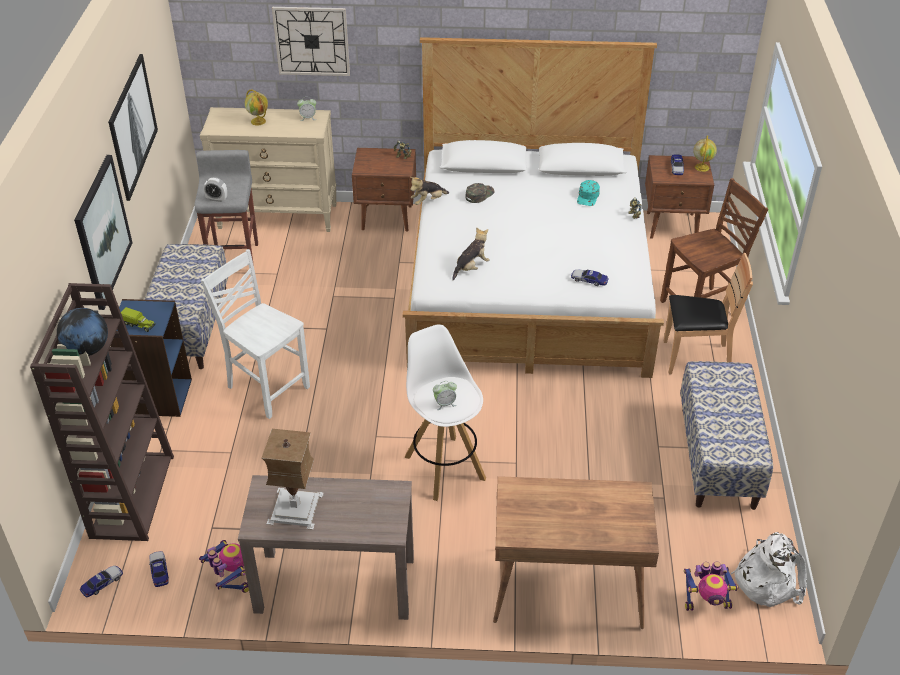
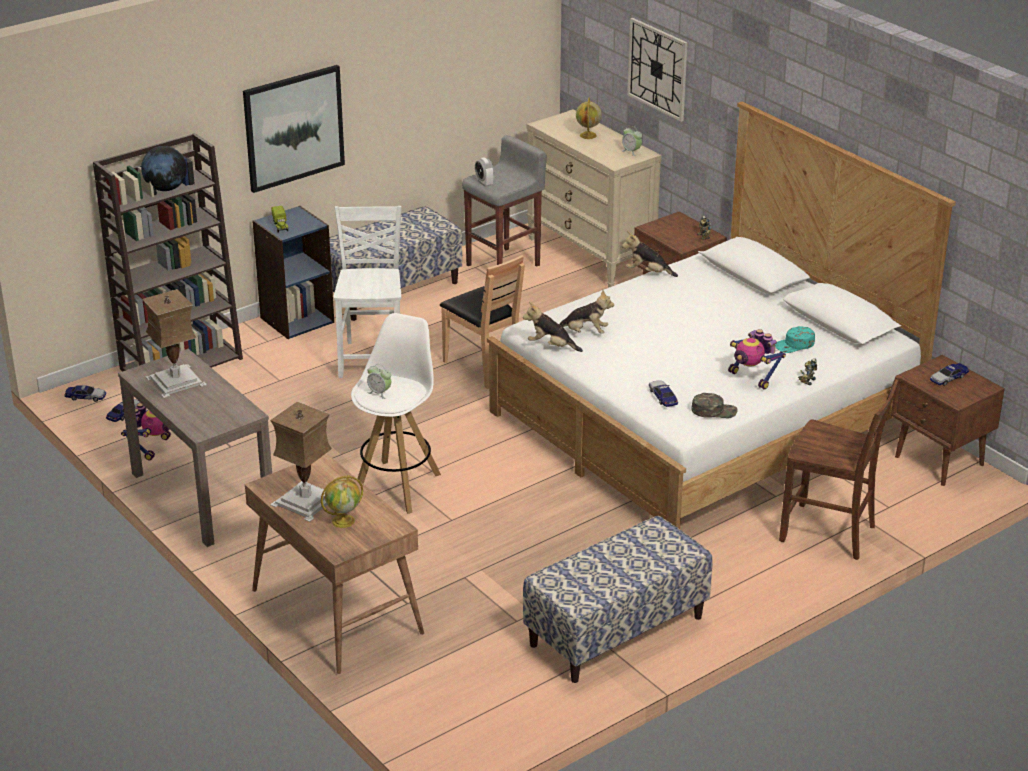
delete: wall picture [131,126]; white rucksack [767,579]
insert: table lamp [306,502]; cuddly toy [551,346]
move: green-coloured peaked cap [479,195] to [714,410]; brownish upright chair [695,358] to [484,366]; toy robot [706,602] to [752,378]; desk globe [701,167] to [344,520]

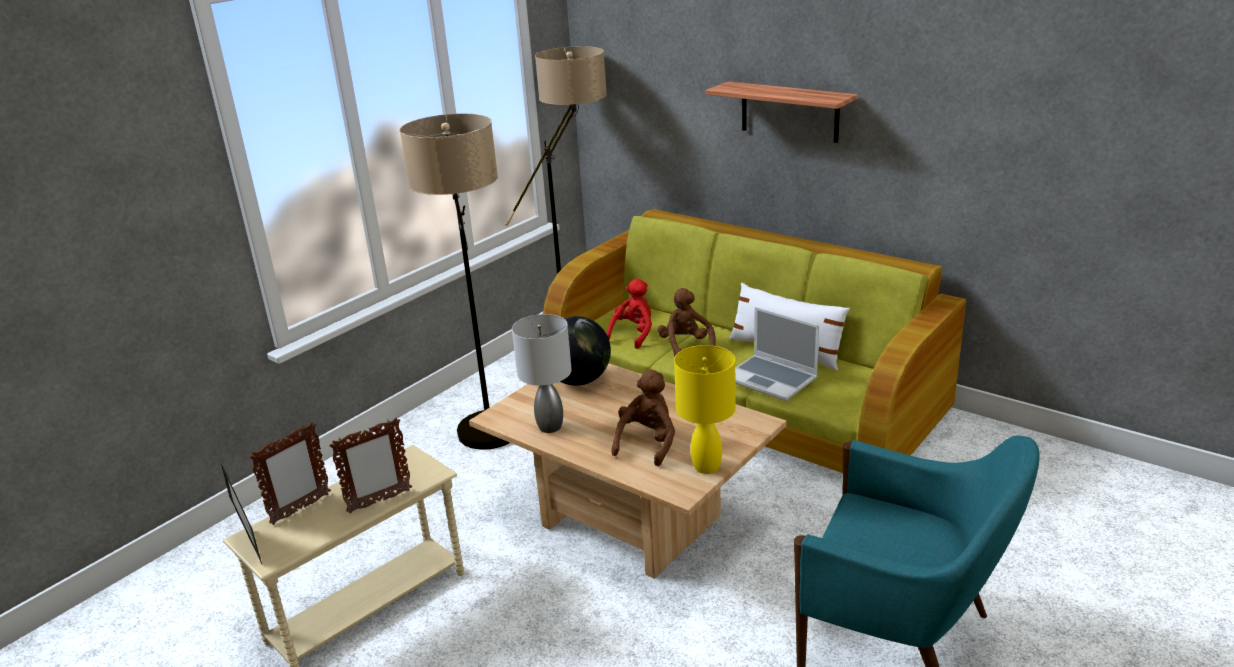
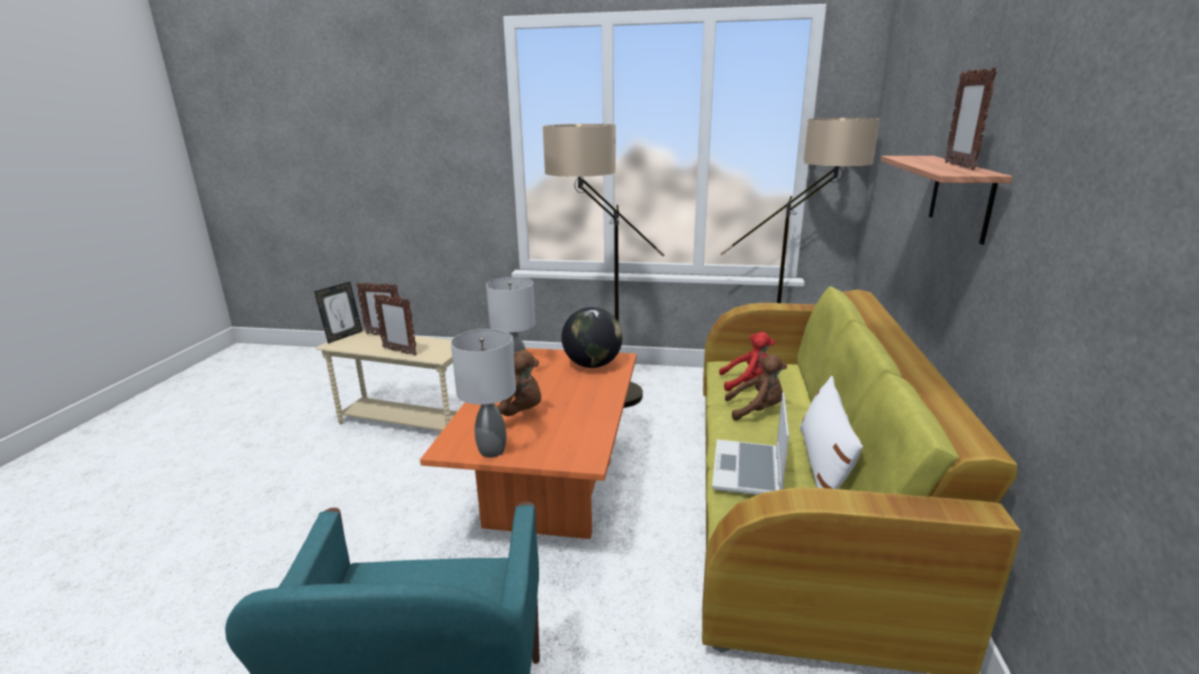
insert: standing frame [959,166]
recolor: sand-coloured coffee table [631,520] to orange-coloured coffee table [551,492]; yellow table lamp [707,466] to grey table lamp [492,451]
rotate: brownish cuddly toy [686,346] = [756,410] 45 degrees clockwise

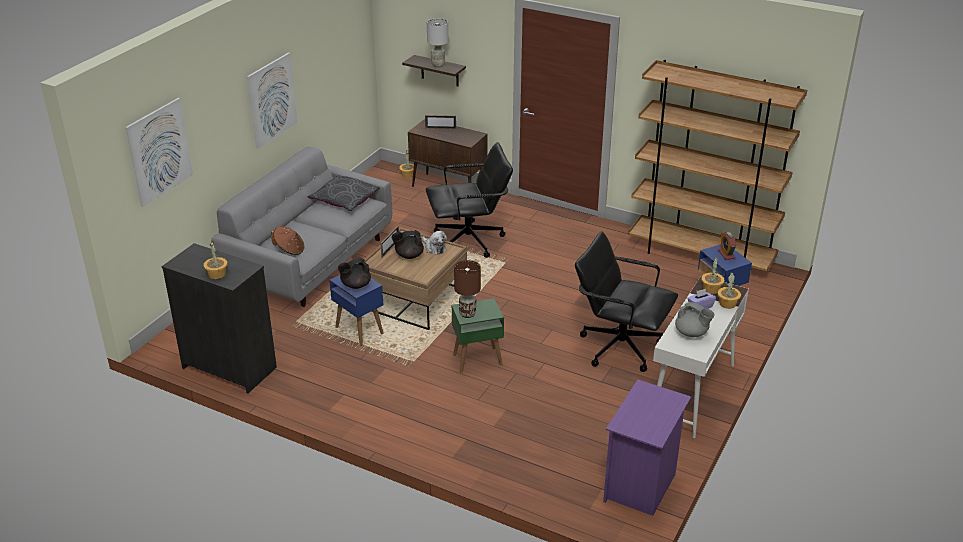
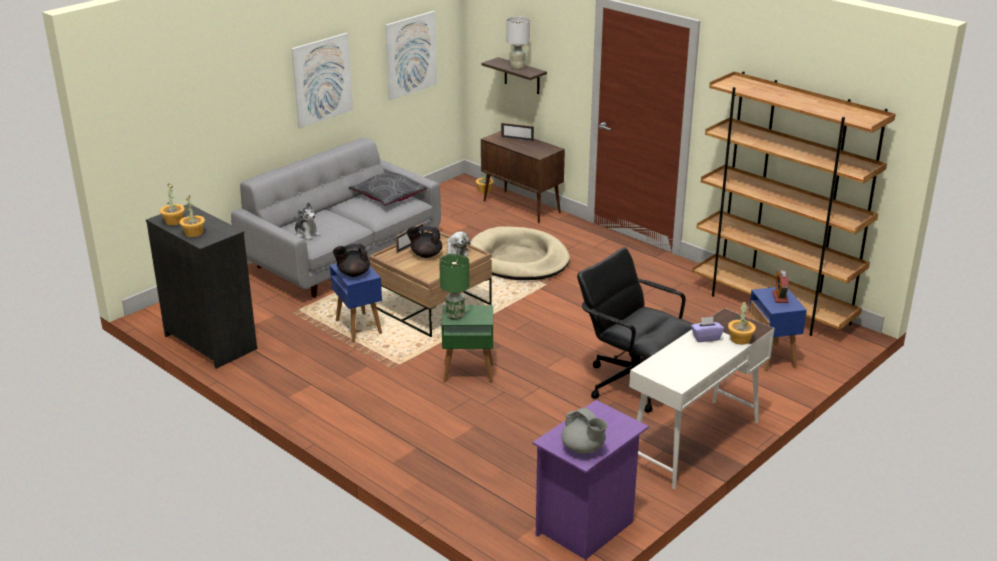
move: wall picture [159,151] to [411,55]; grey tea pot [691,333] to [583,448]; houseplant [711,289] to [173,221]
replace: brownish clothing hat [289,250] to cuddly toy [307,234]; blackish office chair [469,241] to sand-coloured pet bed [518,259]
recolor: brownish table lamp [467,314] to green-coloured table lamp [455,316]

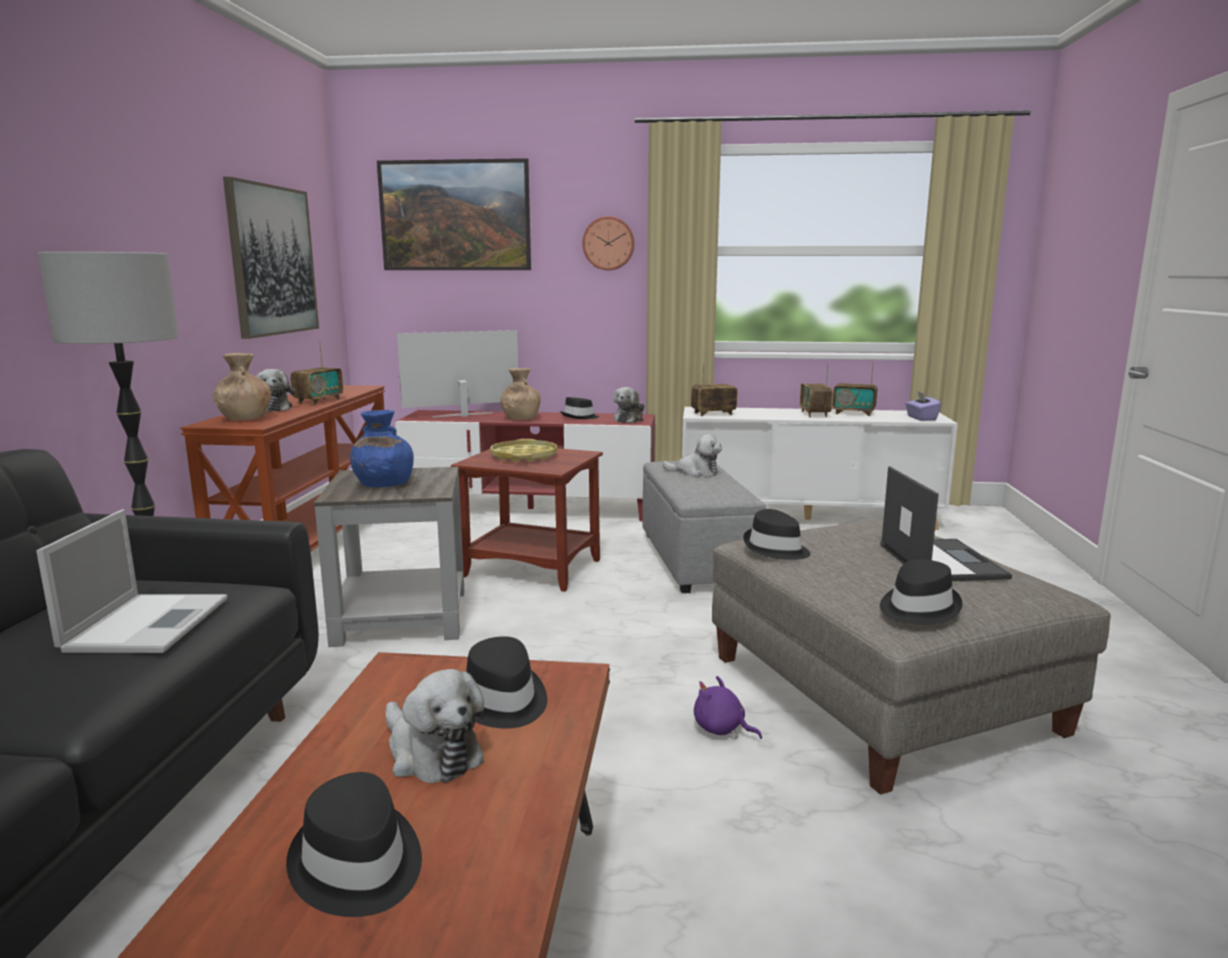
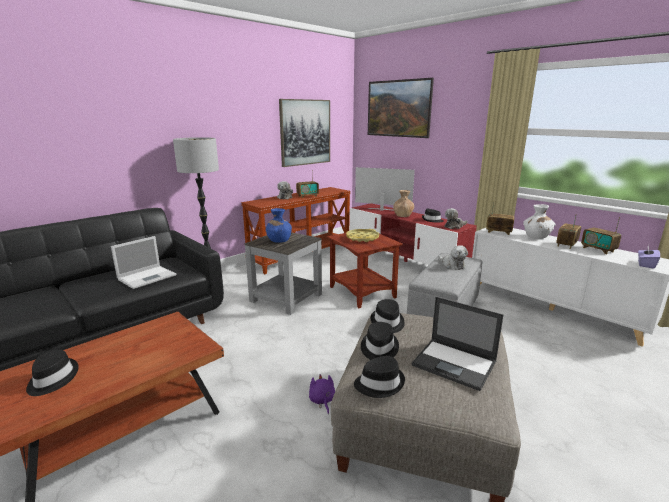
delete: brownish vase [244,419]; cuddly toy [431,753]; hanging clock [608,243]
insert: white vase [536,236]
move: blackish clothing hat [501,700] to [378,348]
rotate: notebook computer [940,560] = [455,364] 90 degrees clockwise

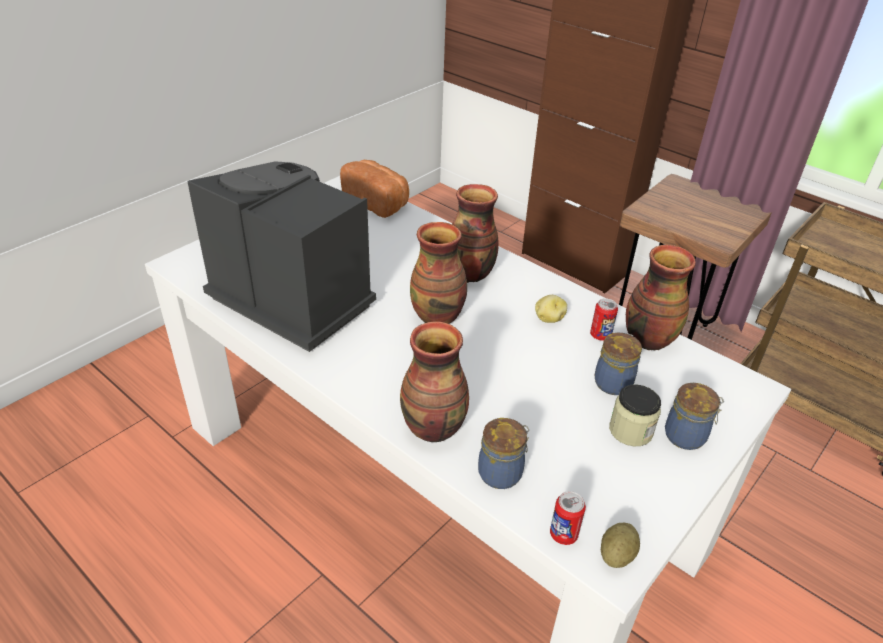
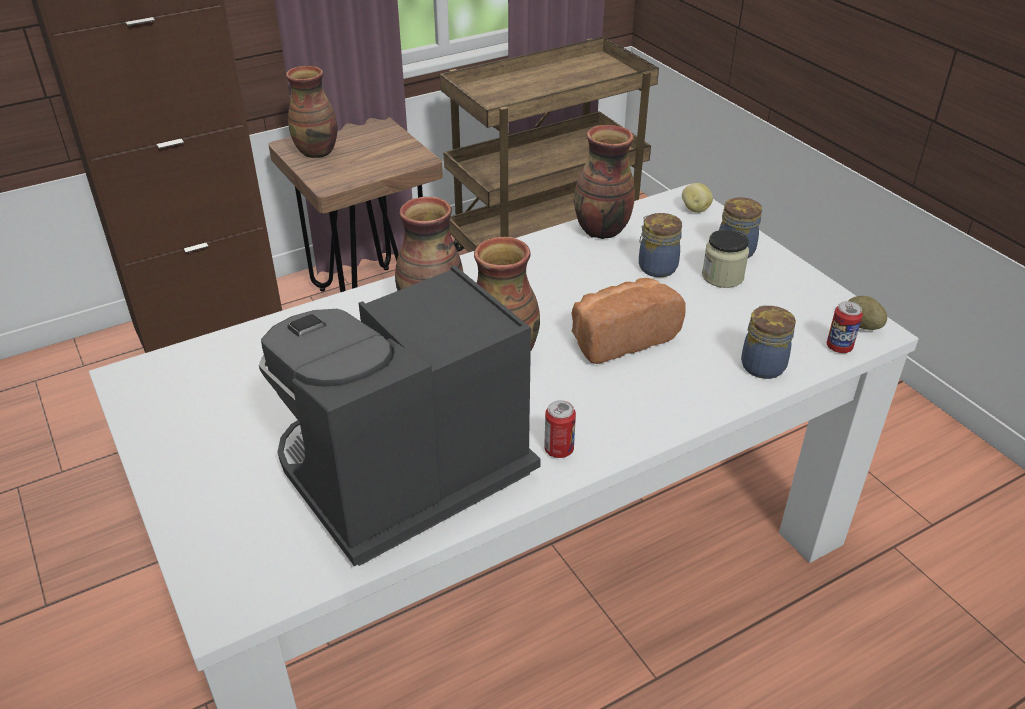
move: baked bread [378,201] to [620,337]; vase [435,428] to [317,151]; whole potato [548,318] to [695,209]; metal can [600,335] to [559,450]

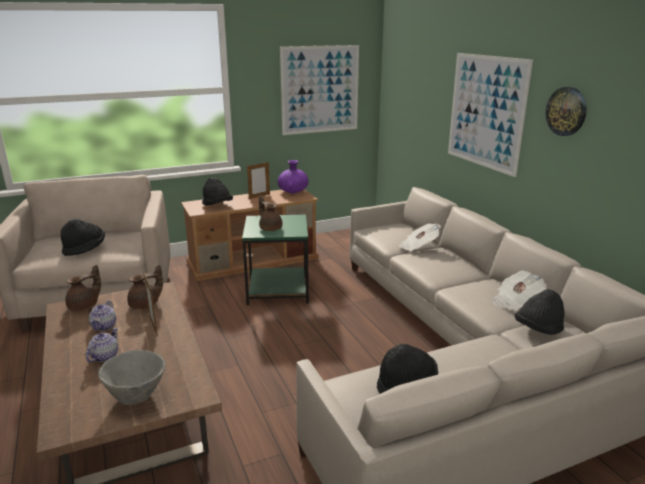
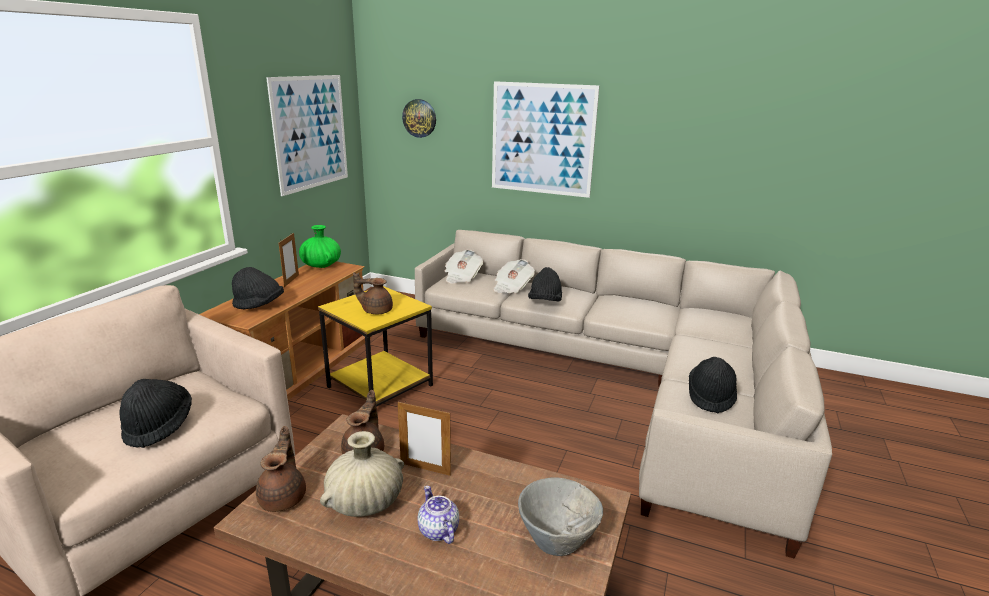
move: daily paper [516,302] to [462,277]; blackish clothing hat [538,329] to [545,302]; hanging clock [566,111] to [419,118]
replace: tea pot [104,326] to sand-coloured vase [365,502]
recolor: green-coloured accent table [278,289] to yellow accent table [380,385]; purple-coloured vase [293,191] to green-coloured vase [321,265]

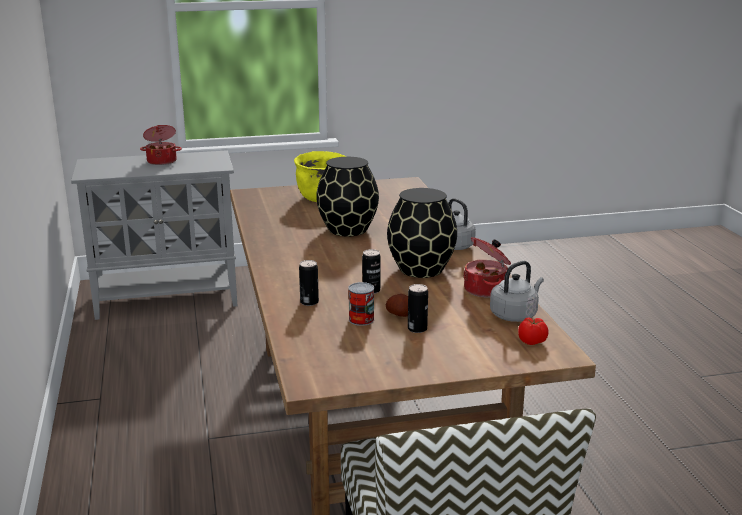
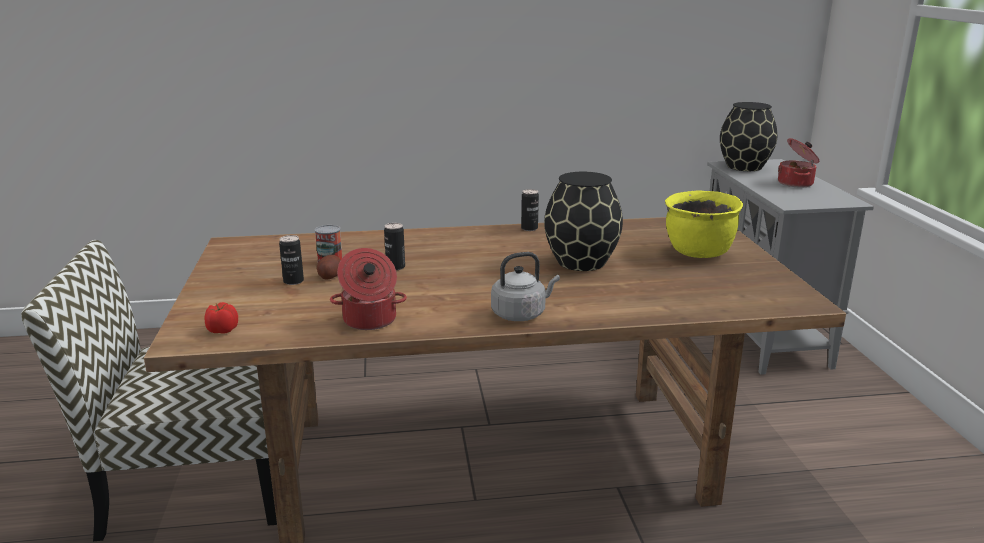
delete: grey water kettle [515,315]
move: metal can [309,302] to [529,228]; blackish vase [421,269] to [745,167]

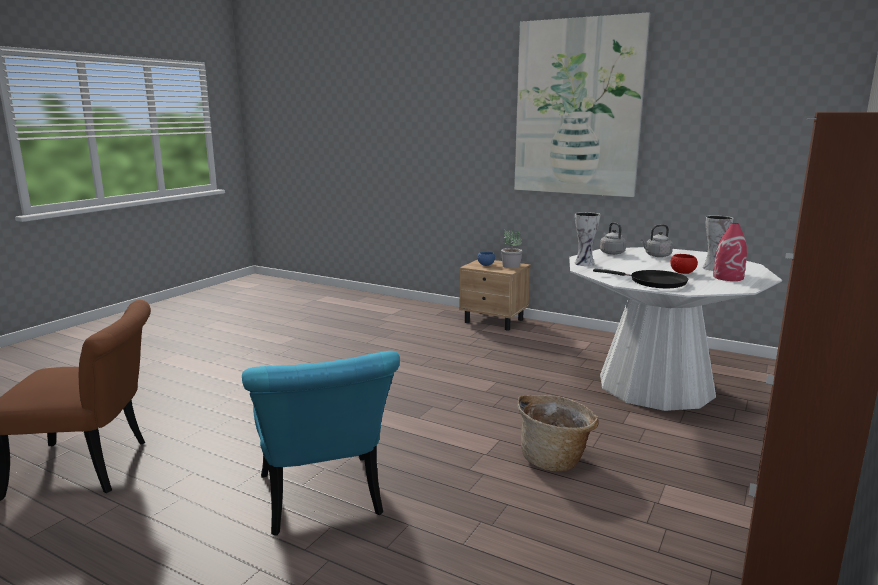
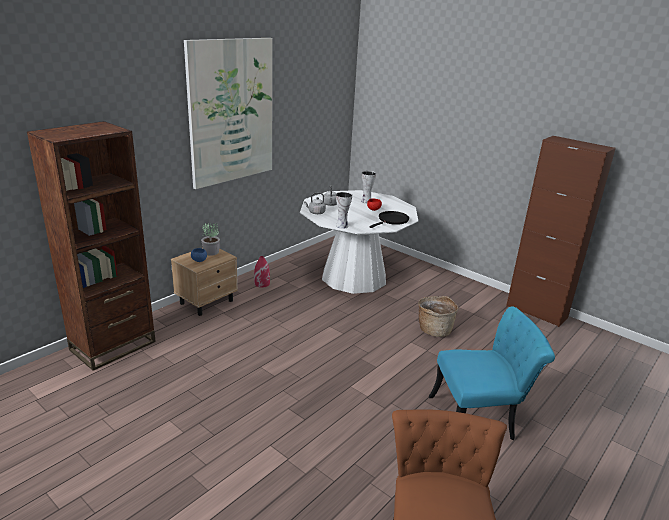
insert: brownish bookcase [113,346]
move: red-coloured vase [728,277] to [262,283]

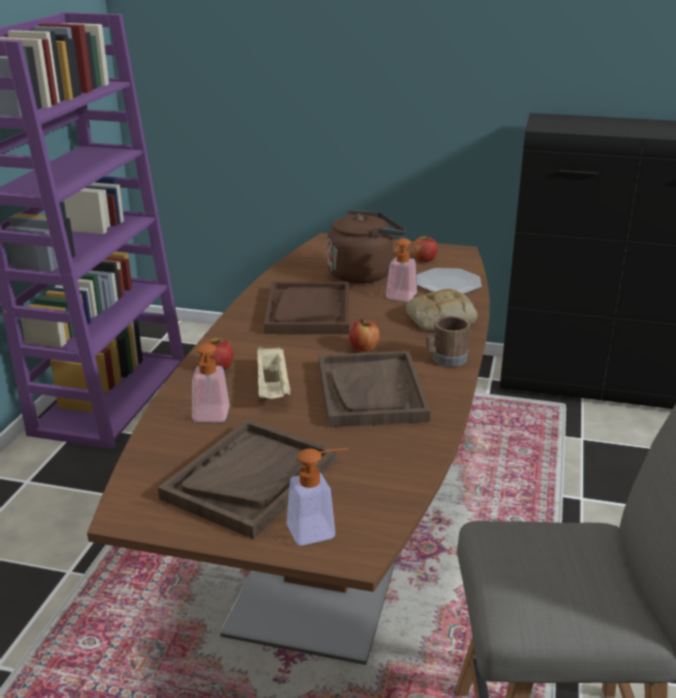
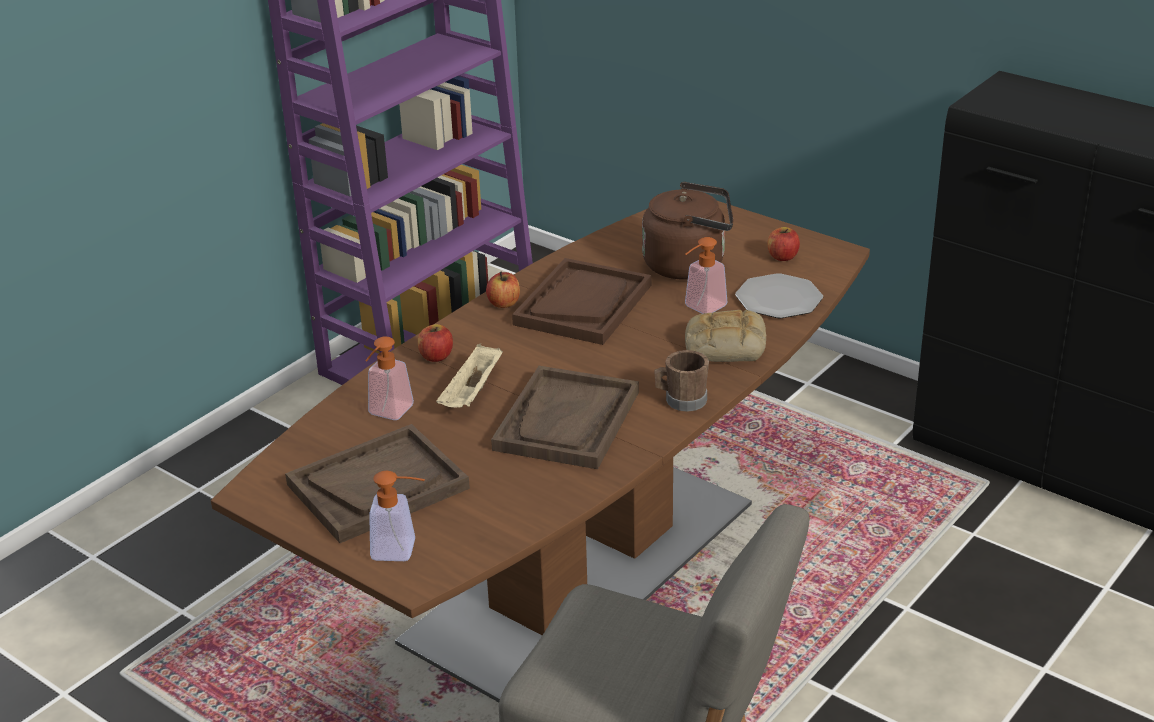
move: apple fruit [364,348] to [504,303]

